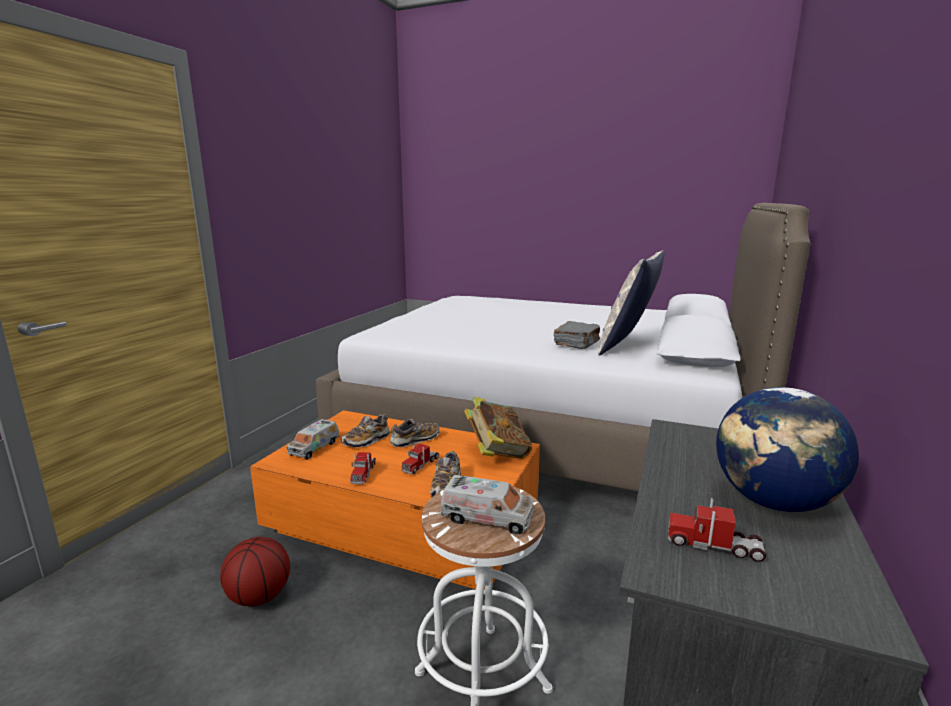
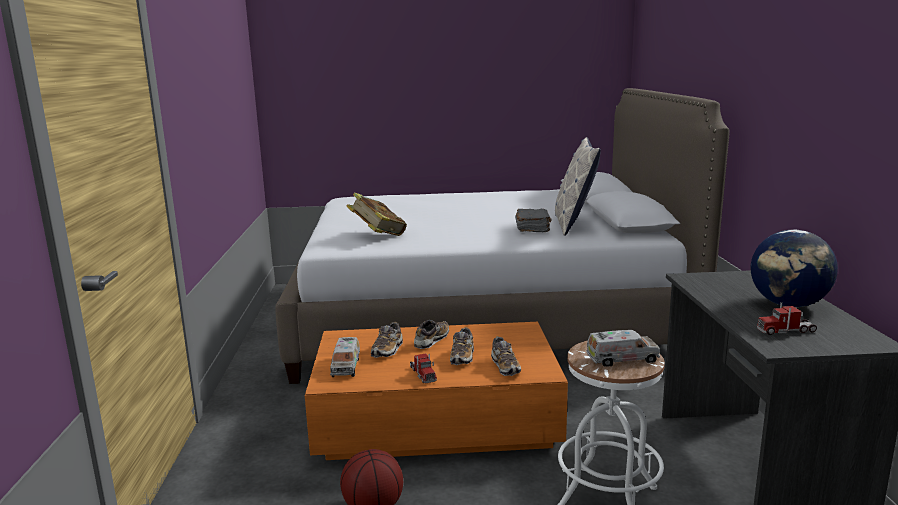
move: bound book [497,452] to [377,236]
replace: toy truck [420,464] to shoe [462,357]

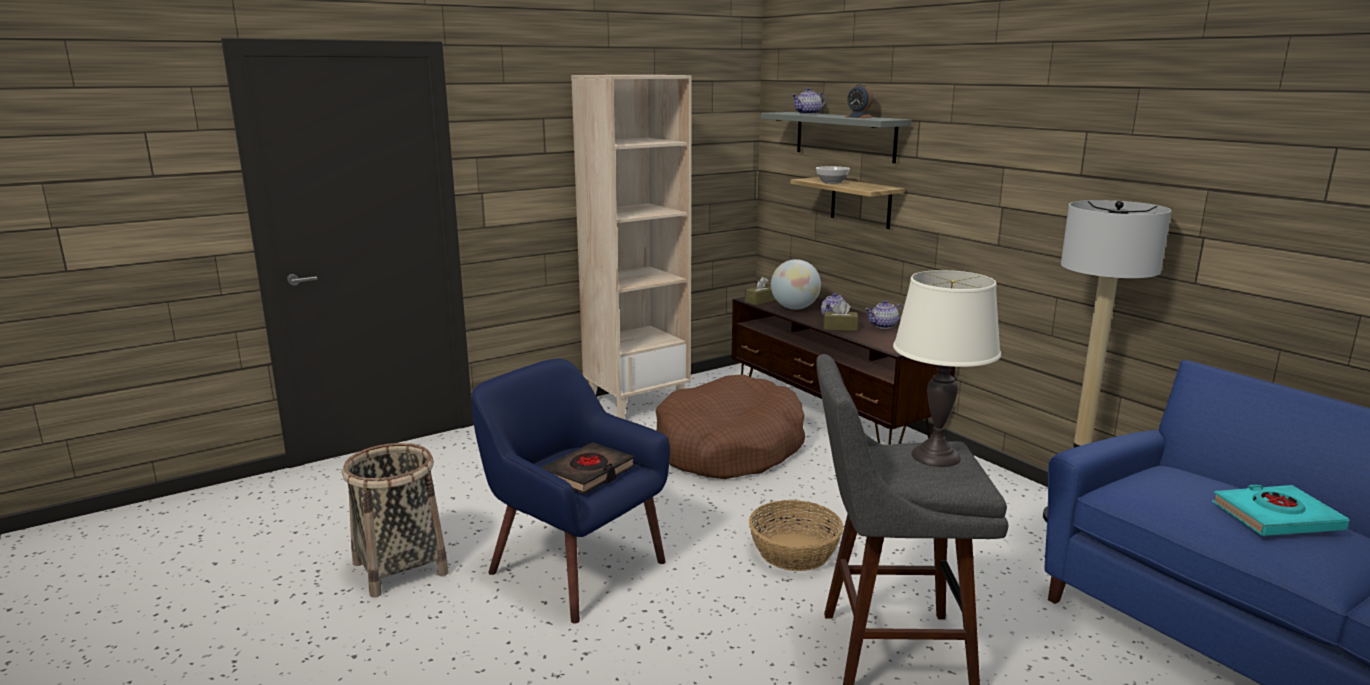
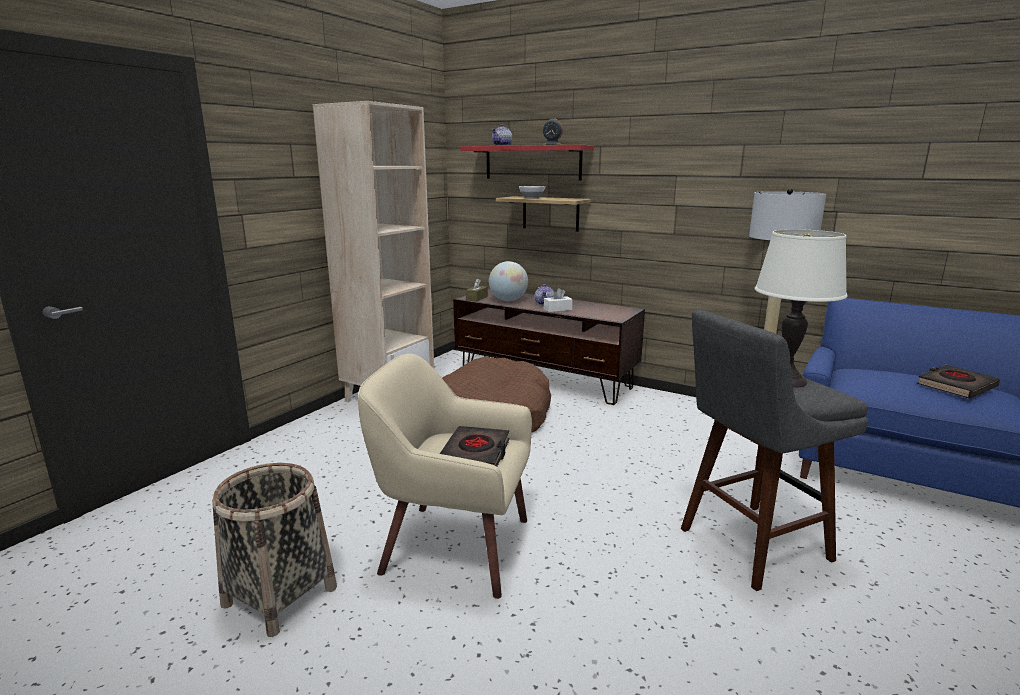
delete: storage basket [794,551]; tea pot [884,326]
recolor: blue lounge chair [574,567] to sand-coloured lounge chair [454,546]; grey bracket shelf [845,136] to red-coloured bracket shelf [532,162]; brownish tissue holder [840,327] to white tissue holder [557,309]; blue-green bound book [1276,517] to blackish bound book [955,386]

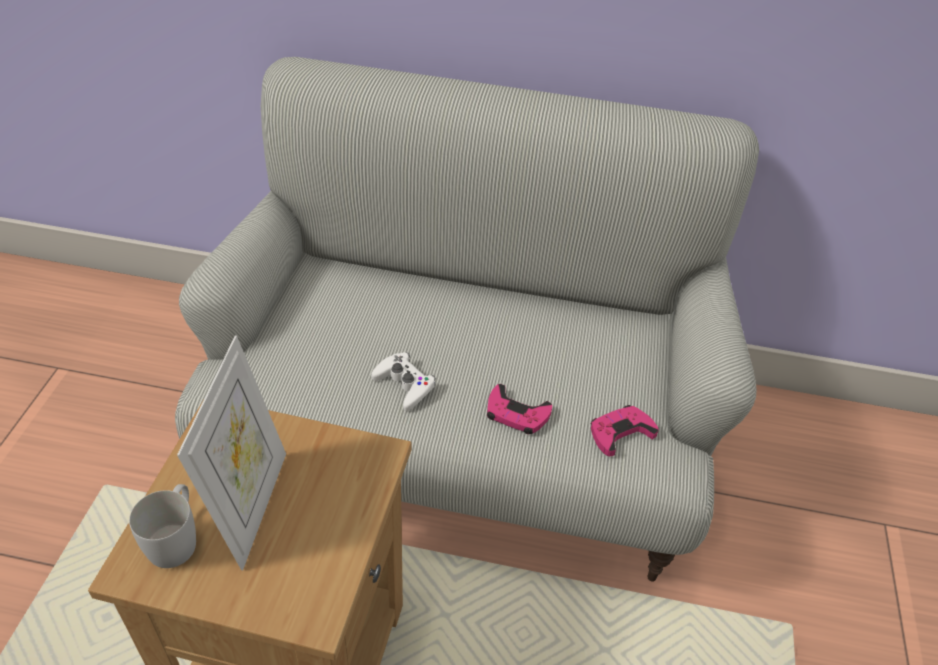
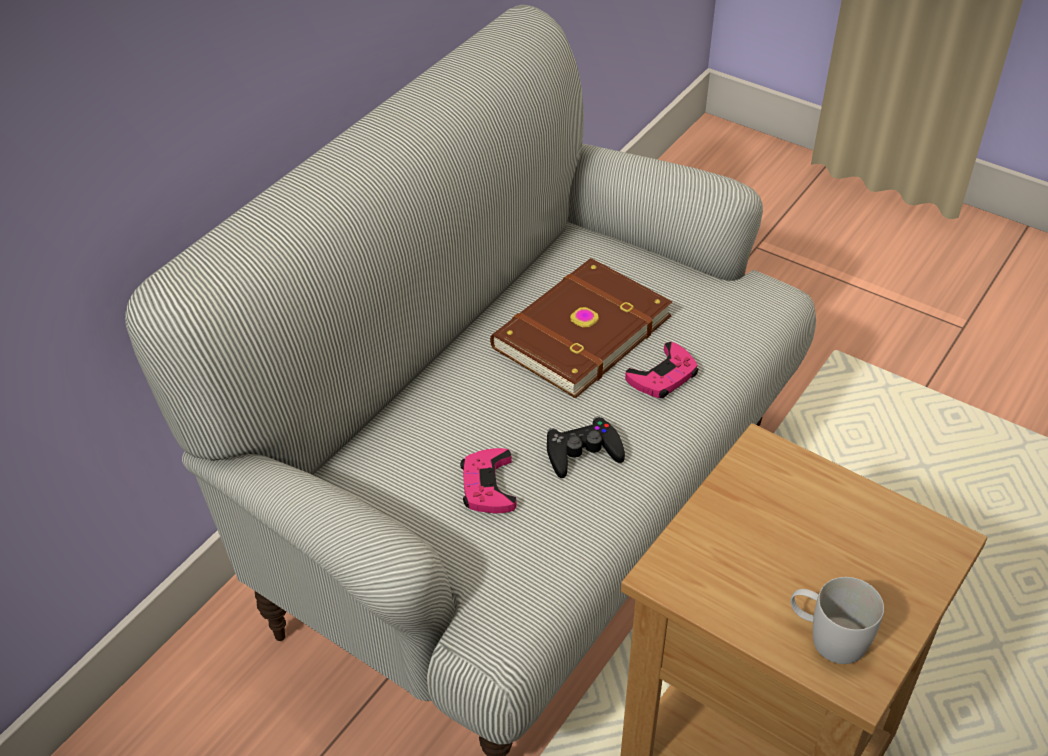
delete: standing frame [251,506]
insert: brownish bound book [578,331]
move: pink-coloured game controller [620,433] to [488,486]
recolor: white game controller [404,385] to blackish game controller [582,453]

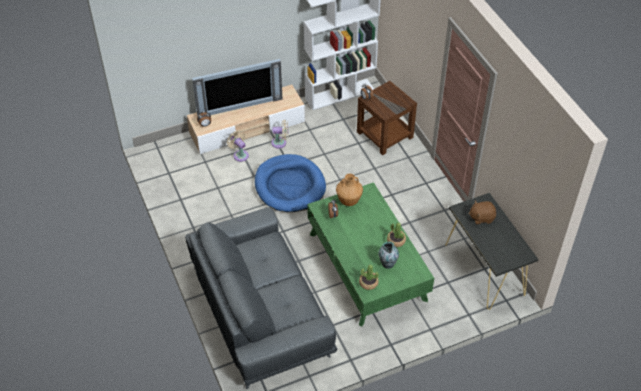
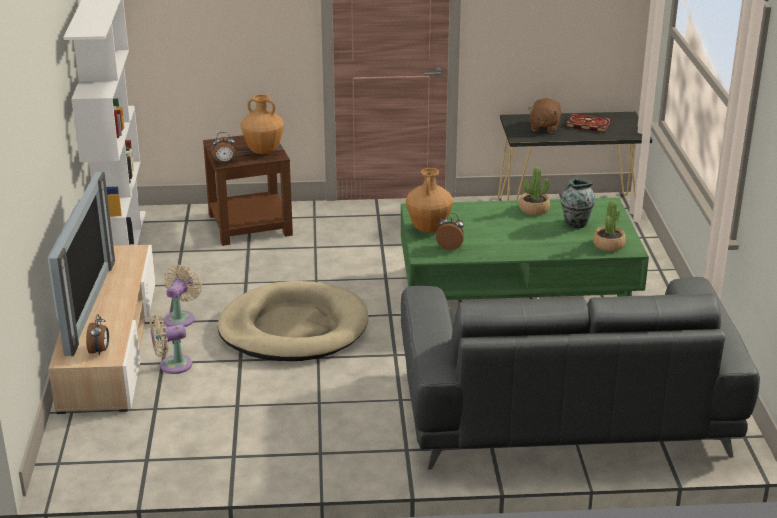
insert: brownish vase [263,151]; bound book [587,125]
recolor: blue pet bed [289,186] to sand-coloured pet bed [293,328]

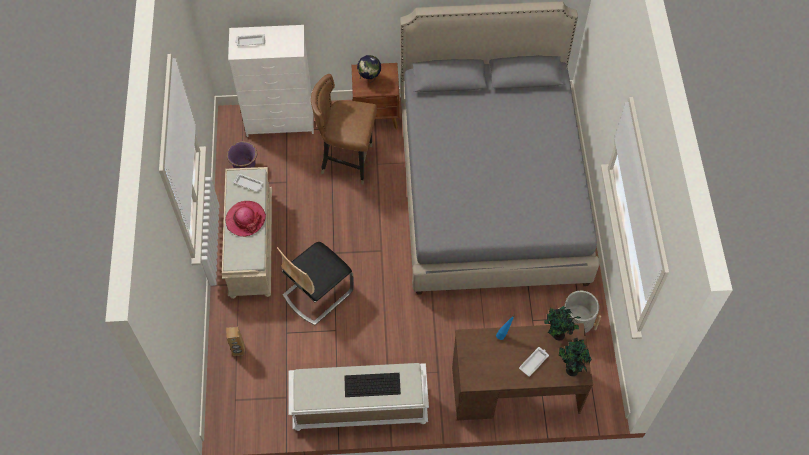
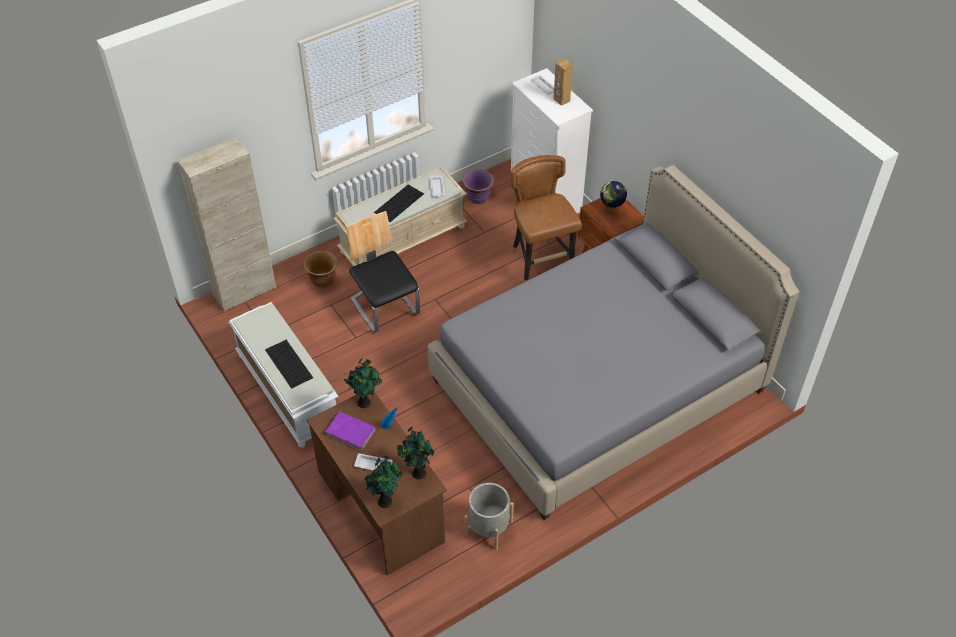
insert: sand-coloured cabinet [245,291]; brownish flower pot [323,281]; purple-coloured bound book [351,432]; houseplant [365,401]
move: brownish audio speaker [238,350] to [561,100]
replace: clothing hat [245,219] to keyboard [399,202]
rotate: upright chair [317,293] = [385,307] 45 degrees clockwise

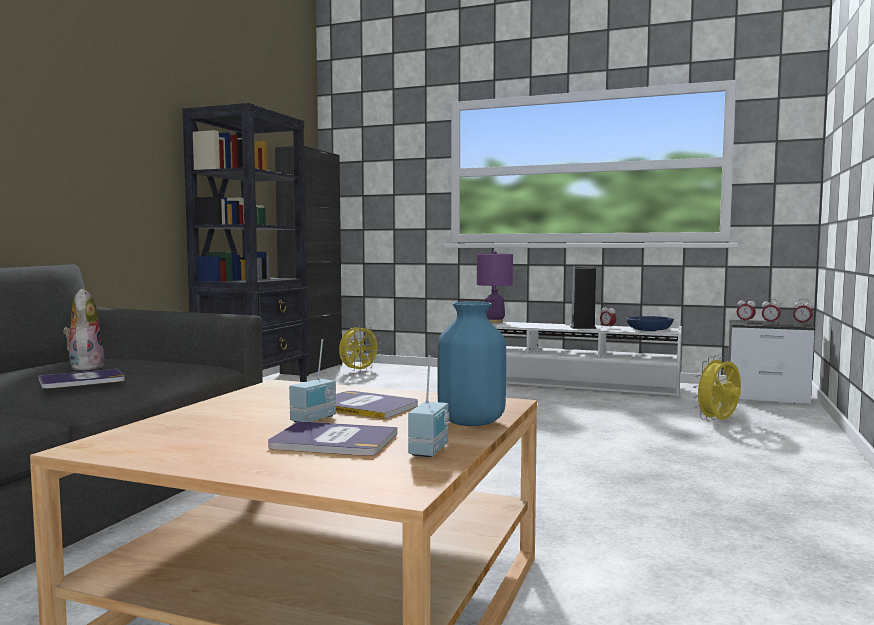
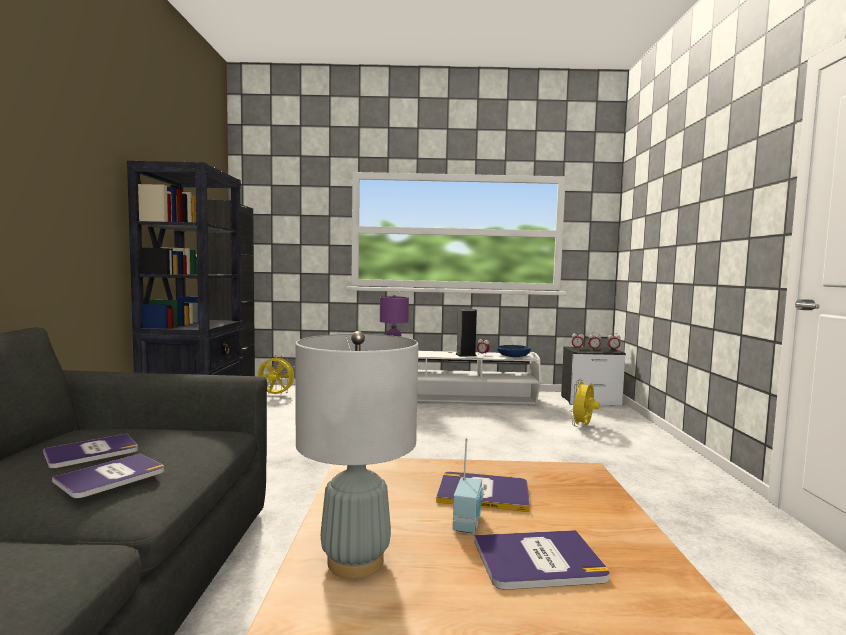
delete: radio set [431,450]; blue vase [470,421]
insert: grey table lamp [355,561]
replace: cuddly toy [85,367] to bound book [91,452]
rotate: yellow electric fan [358,371] = [275,395] 105 degrees counterclockwise

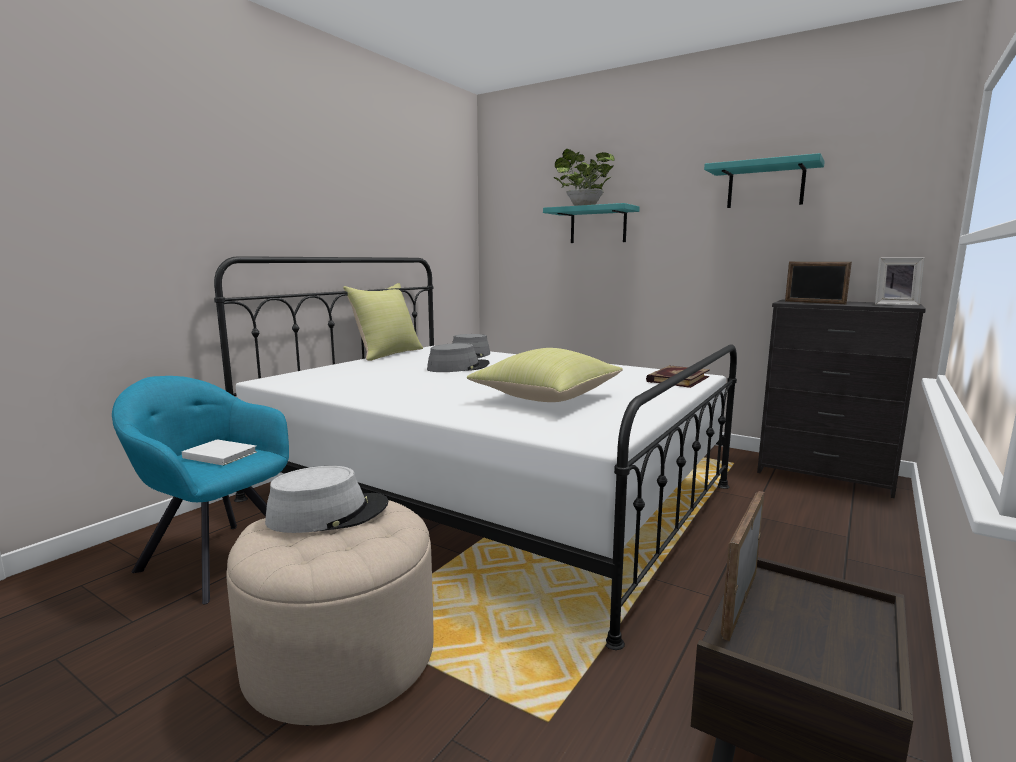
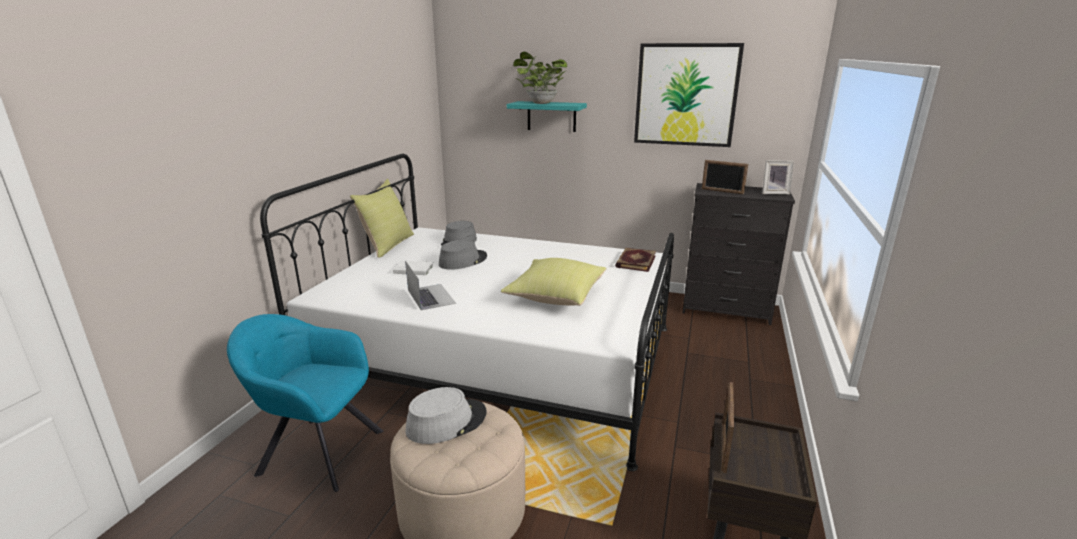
insert: notebook computer [431,296]
move: white bound book [220,454] to [413,269]
replace: blue-green bracket shelf [765,186] to wall picture [686,95]

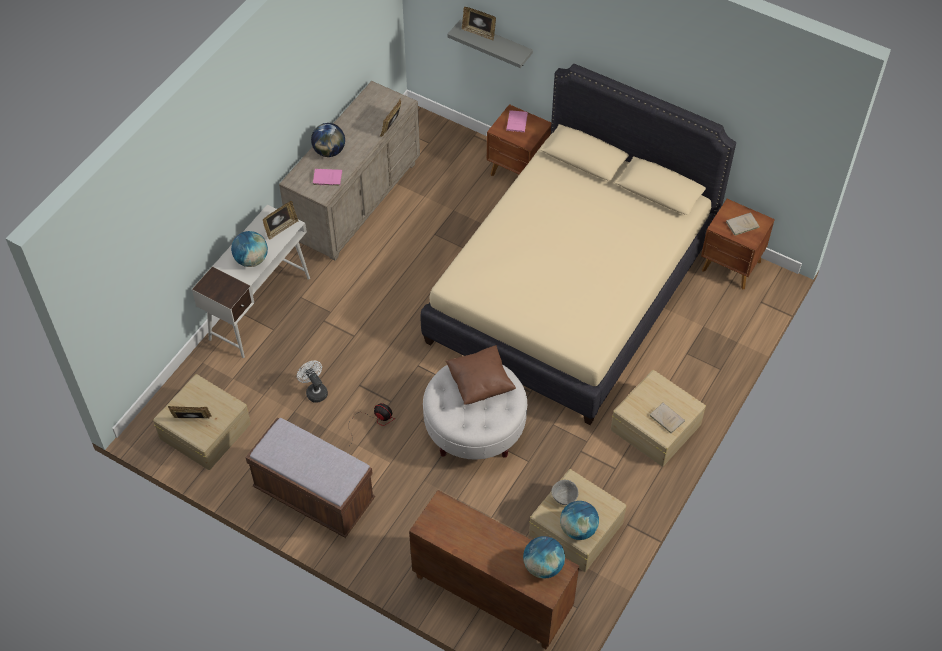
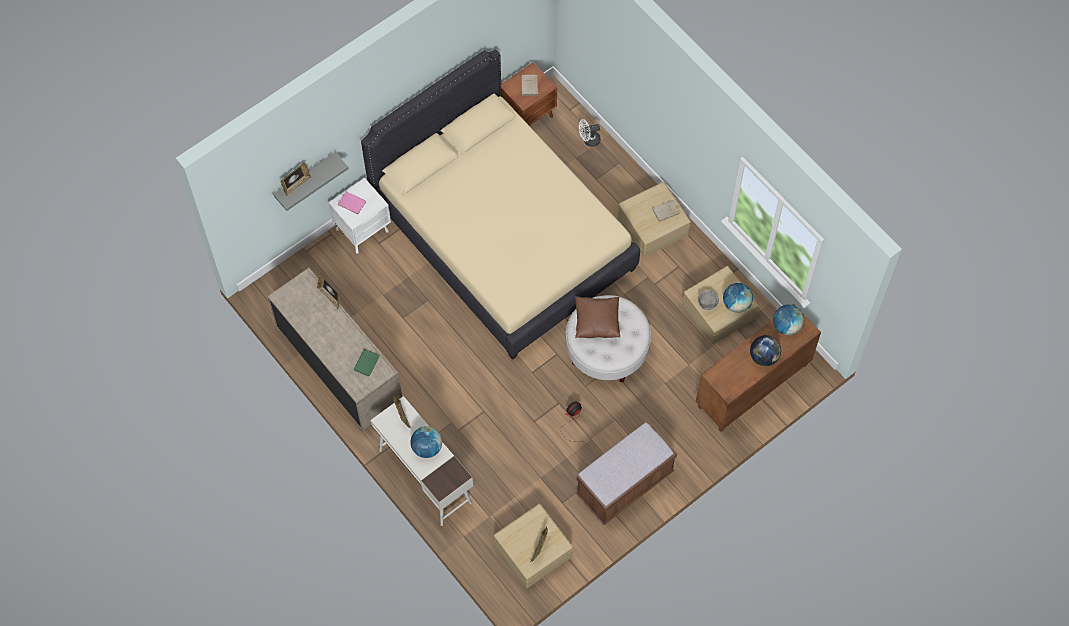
move: white electric fan [315,391] to [589,140]; desk globe [329,151] to [764,357]
recolor: pink-coloured bound book [326,178] to green-coloured bound book [366,364]; brownish nightstand [519,172] to white nightstand [363,230]

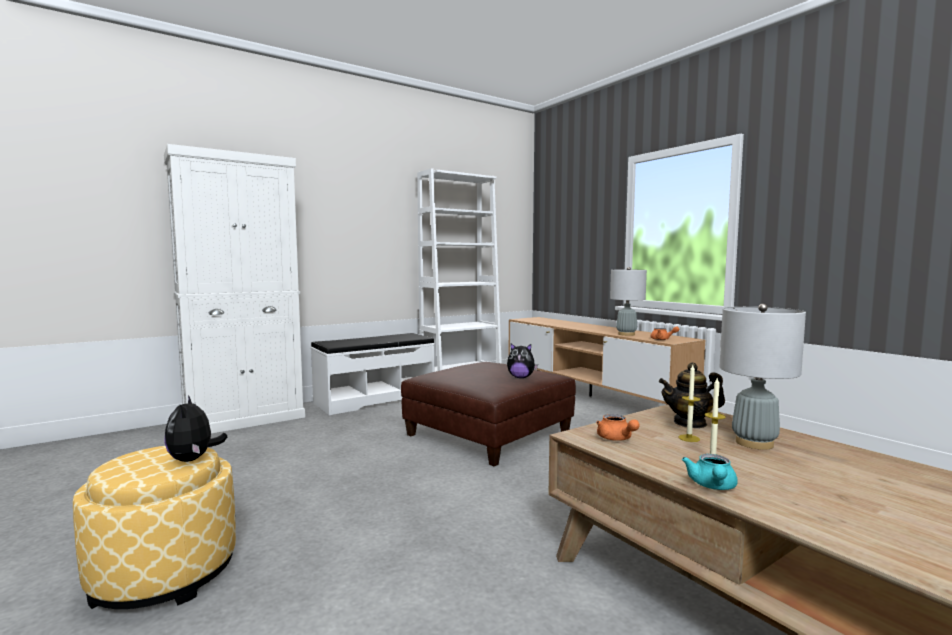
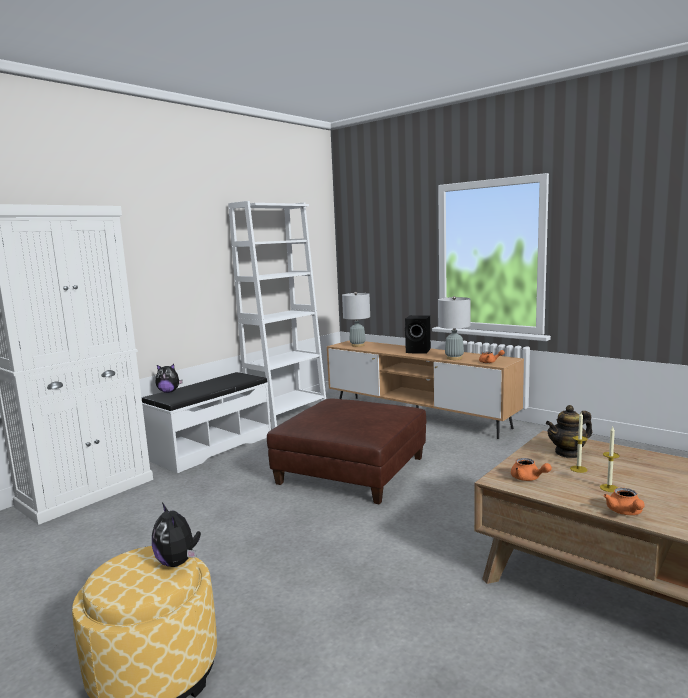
insert: blackish audio speaker [419,351]
move: cuddly toy [521,377] to [169,392]; grey table lamp [754,443] to [357,345]
recolor: blue-green tea pot [712,486] to orange-coloured tea pot [625,512]

